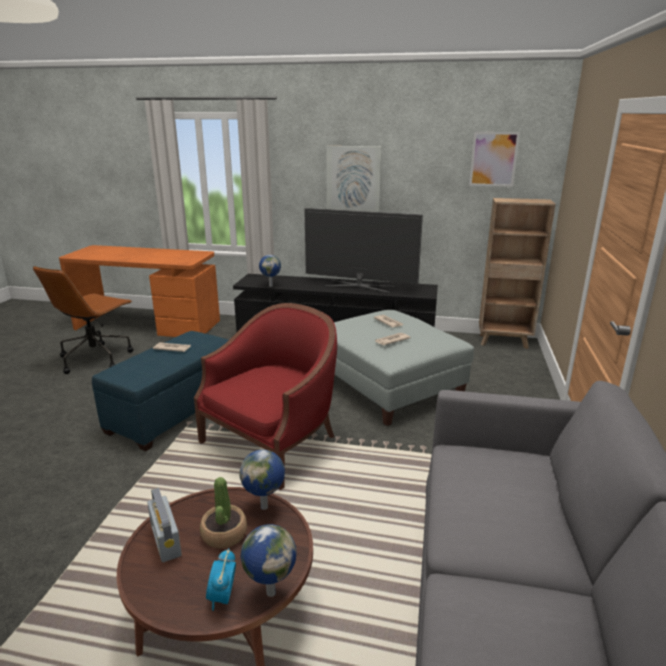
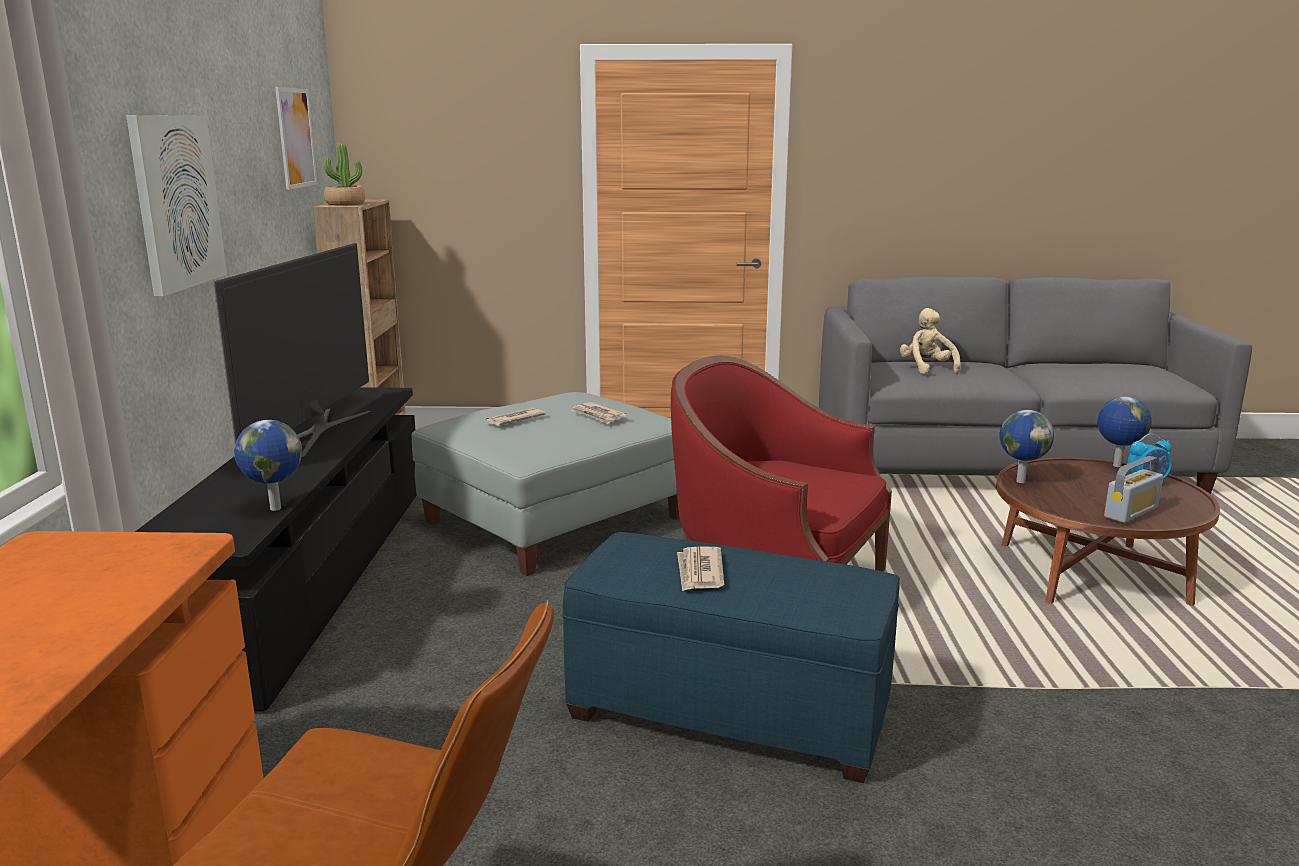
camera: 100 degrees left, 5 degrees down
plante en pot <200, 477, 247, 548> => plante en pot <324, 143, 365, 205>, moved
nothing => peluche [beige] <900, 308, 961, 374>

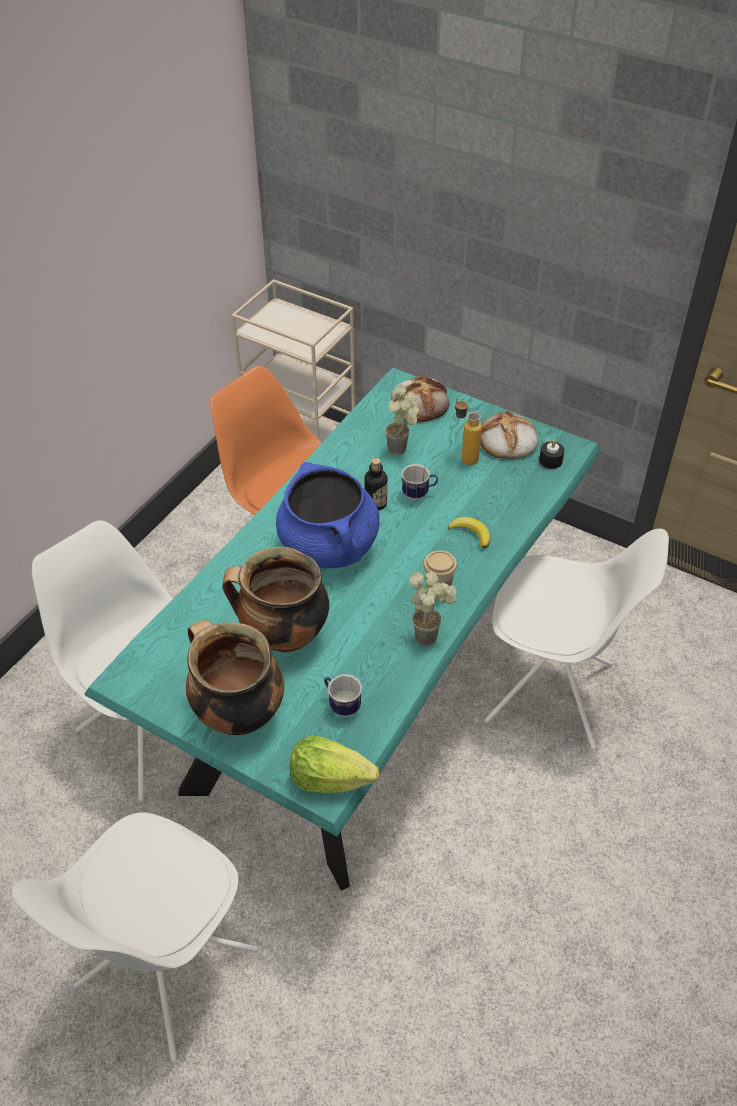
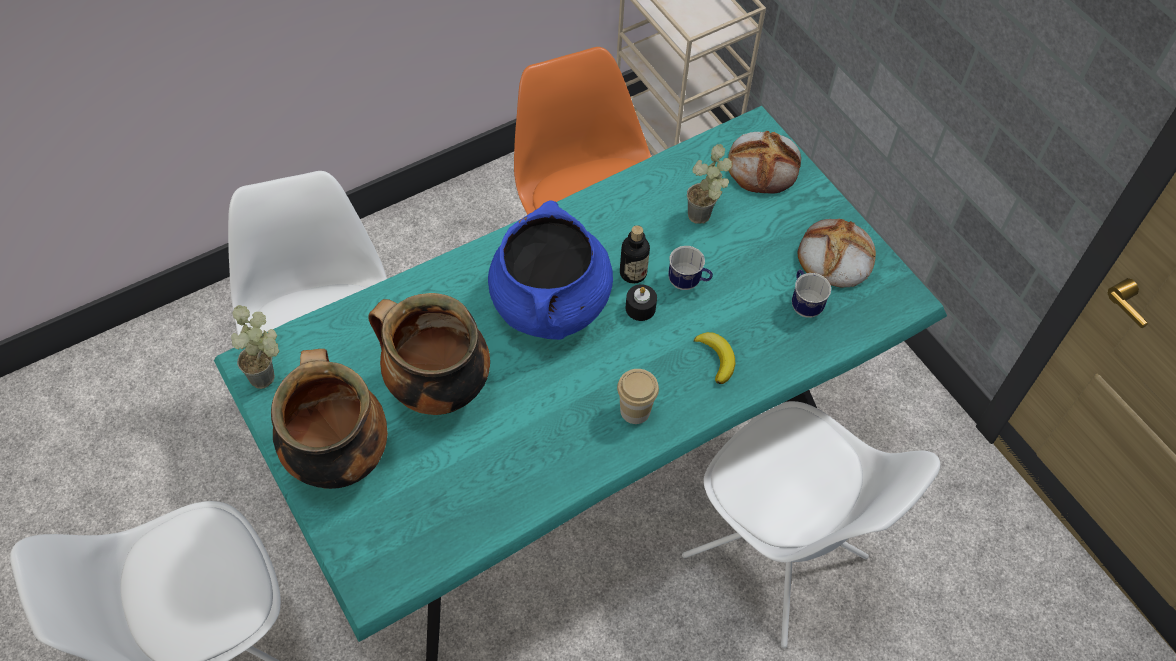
camera: 25 degrees right, 10 degrees up
plante en pot <409, 572, 457, 646> => plante en pot <231, 305, 279, 389>, moved
bougie [noir] <539, 440, 565, 469> => bougie [noir] <626, 284, 657, 321>, moved
mug <324, 674, 362, 717> => mug <792, 270, 831, 318>, moved
laitue <290, 735, 379, 793> => nothing
bouteille <455, 397, 482, 465> => nothing

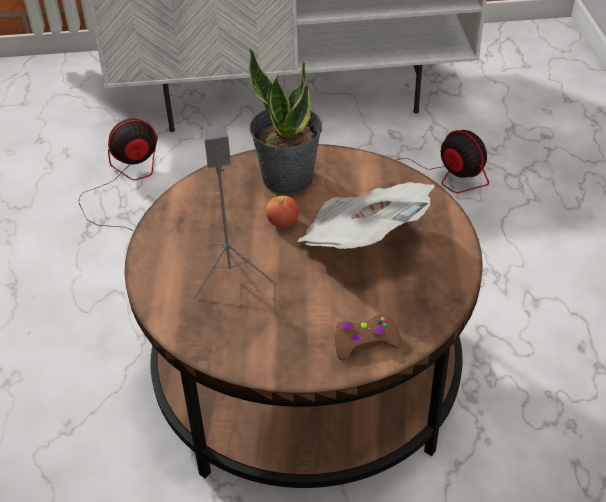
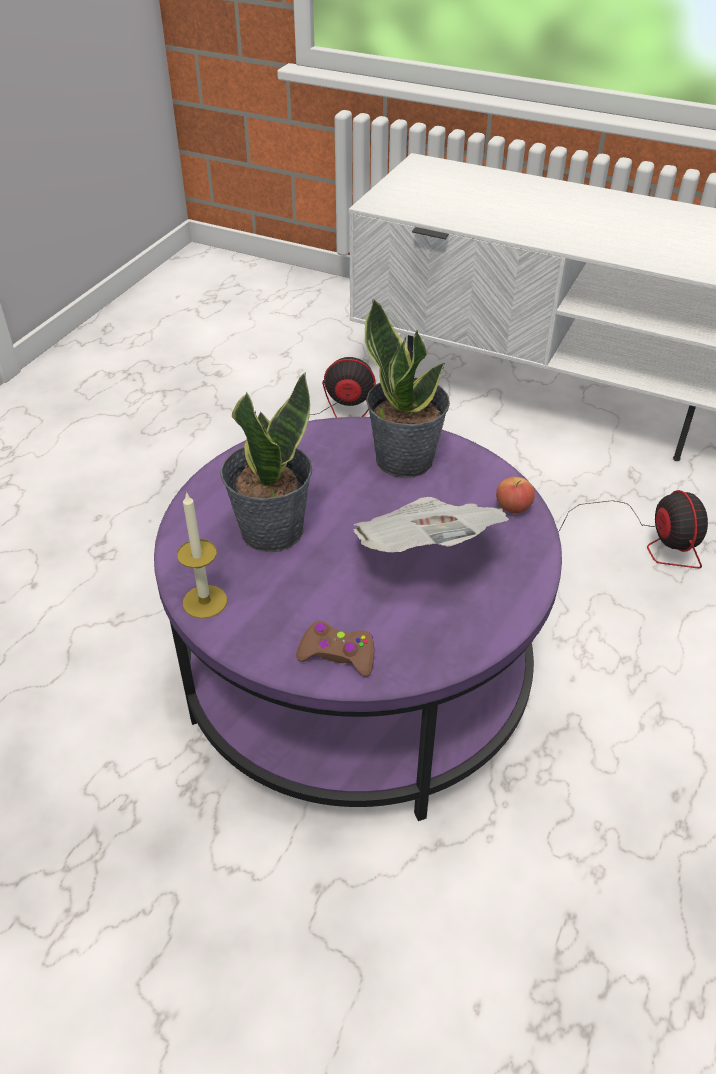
camera: 30 degrees right, 0 degrees up
table basse [marron] <125, 144, 483, 488> => table basse [violet] <154, 417, 562, 821>
nothing => bougie <177, 492, 227, 619>
enceinte [gris] <193, 125, 276, 300> => plante en pot <221, 372, 312, 552>
pomme <266, 196, 299, 228> => pomme <496, 477, 535, 513>, moved

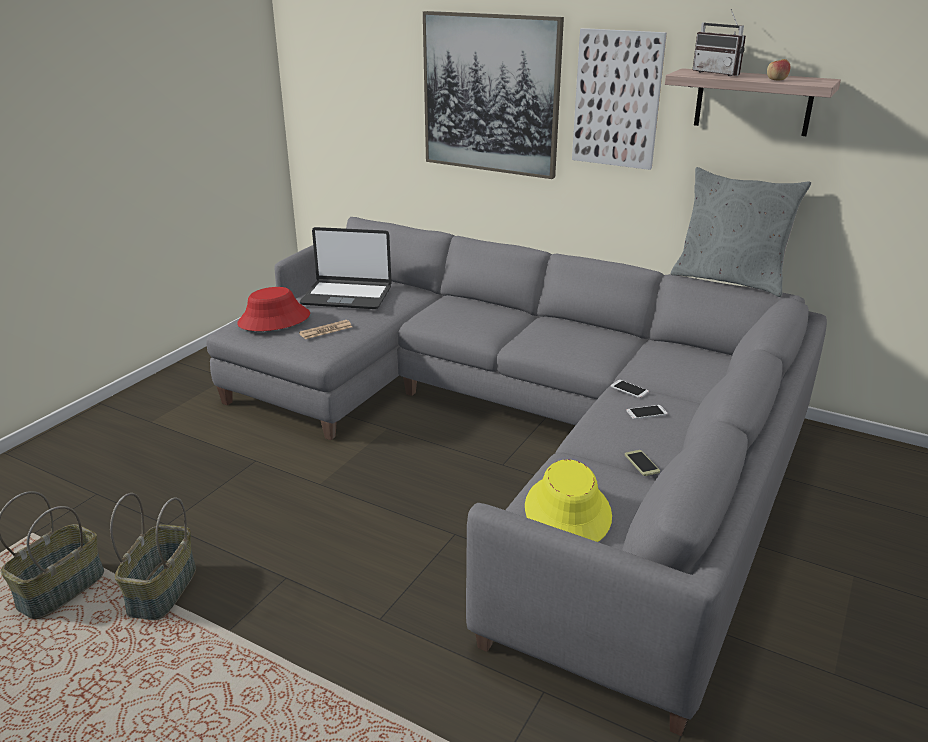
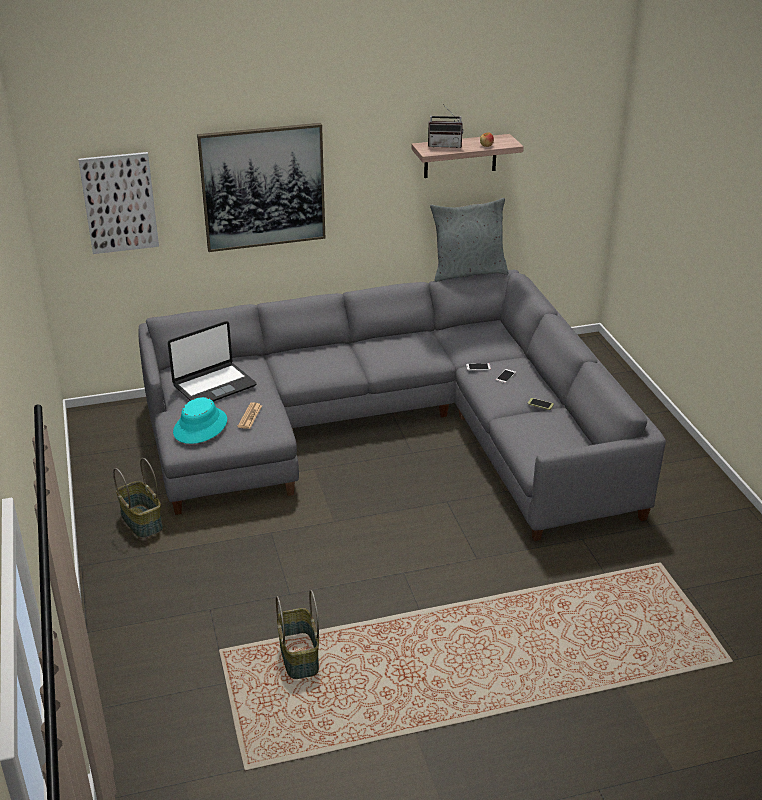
camera: 45 degrees left, 5 degrees up
tableau <572, 28, 667, 170> => tableau <78, 152, 159, 254>, moved
panier <110, 493, 196, 620> => panier <113, 458, 163, 538>, moved
chapeau [rouge] <237, 287, 310, 331> => chapeau [turquoise] <173, 397, 227, 444>
chapeau [jaune] <525, 459, 612, 542> => nothing

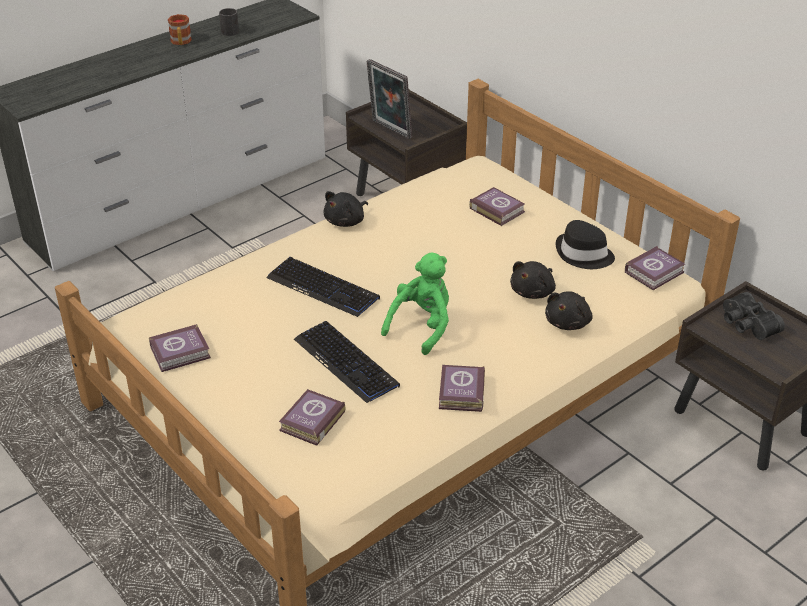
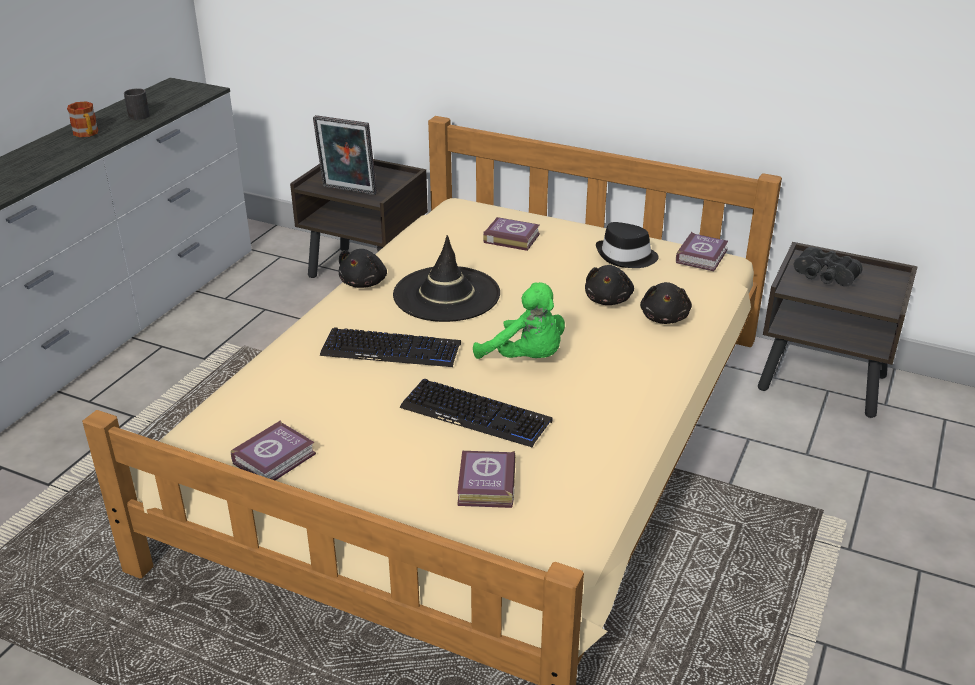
camera: 25 degrees left, 5 degrees down
nothing => chapeau [noir] <393, 235, 500, 322>
peluche [vert] <381, 253, 449, 355> => peluche [vert] <473, 282, 565, 359>, 120 degrees clockwise
livre <439, 365, 485, 412> => nothing

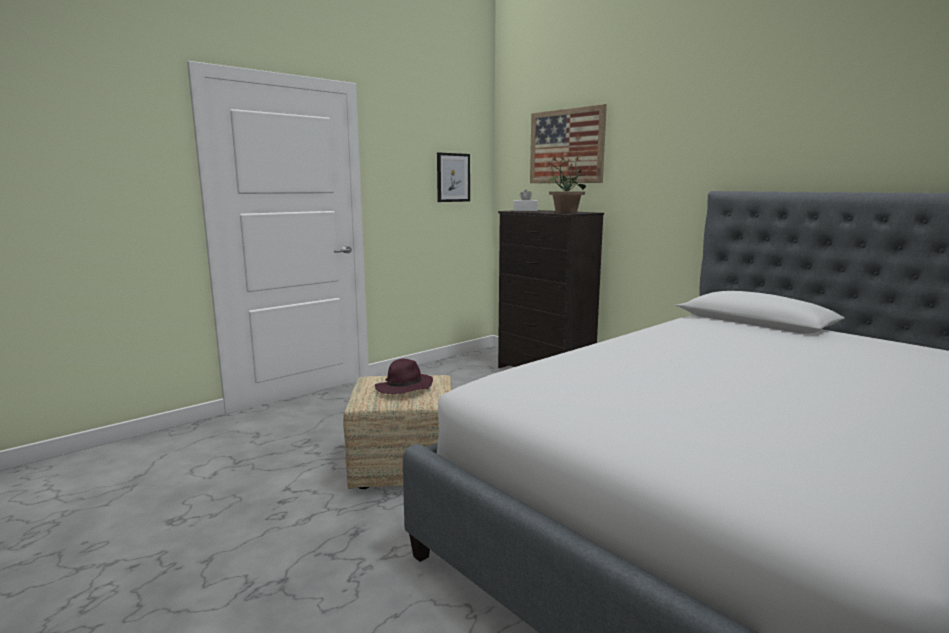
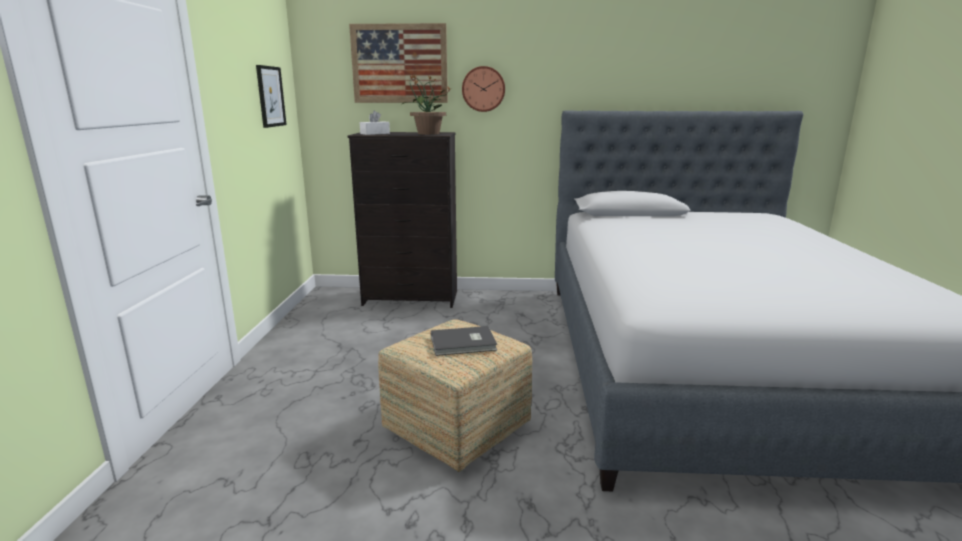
camera: 45 degrees left, 5 degrees up
chapeau [violet] <375, 359, 433, 394> => livre [gris] <431, 326, 497, 356>
nothing => horloge murale <462, 66, 505, 112>

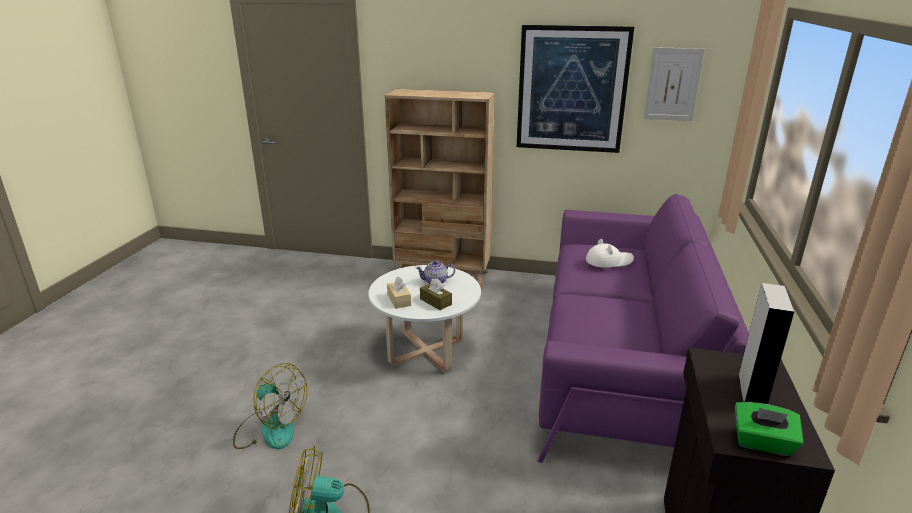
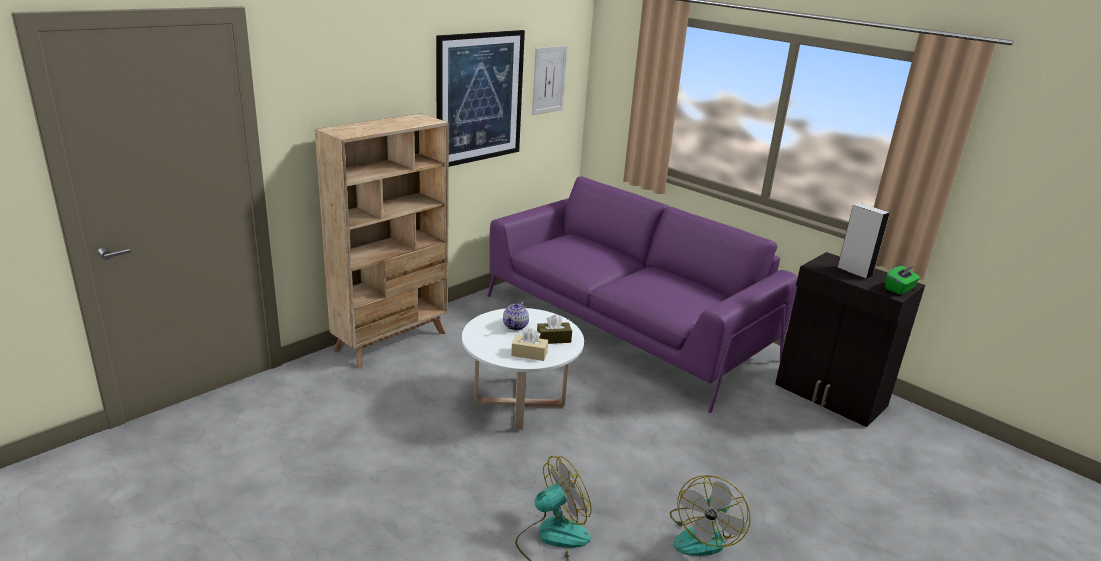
camera: 60 degrees left, 0 degrees up
chapeau [blanc] <586, 239, 634, 268> => nothing

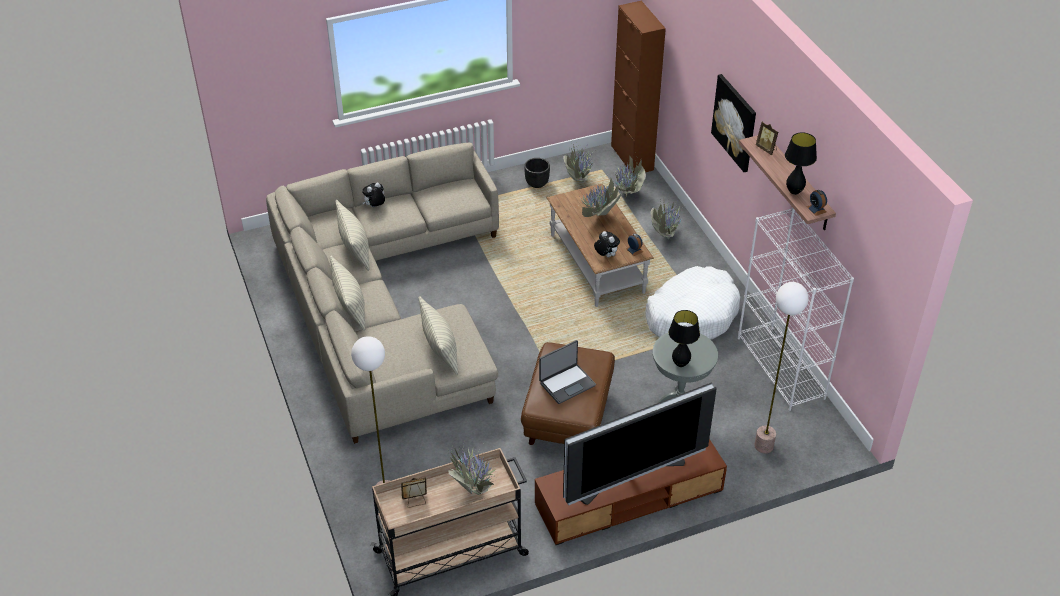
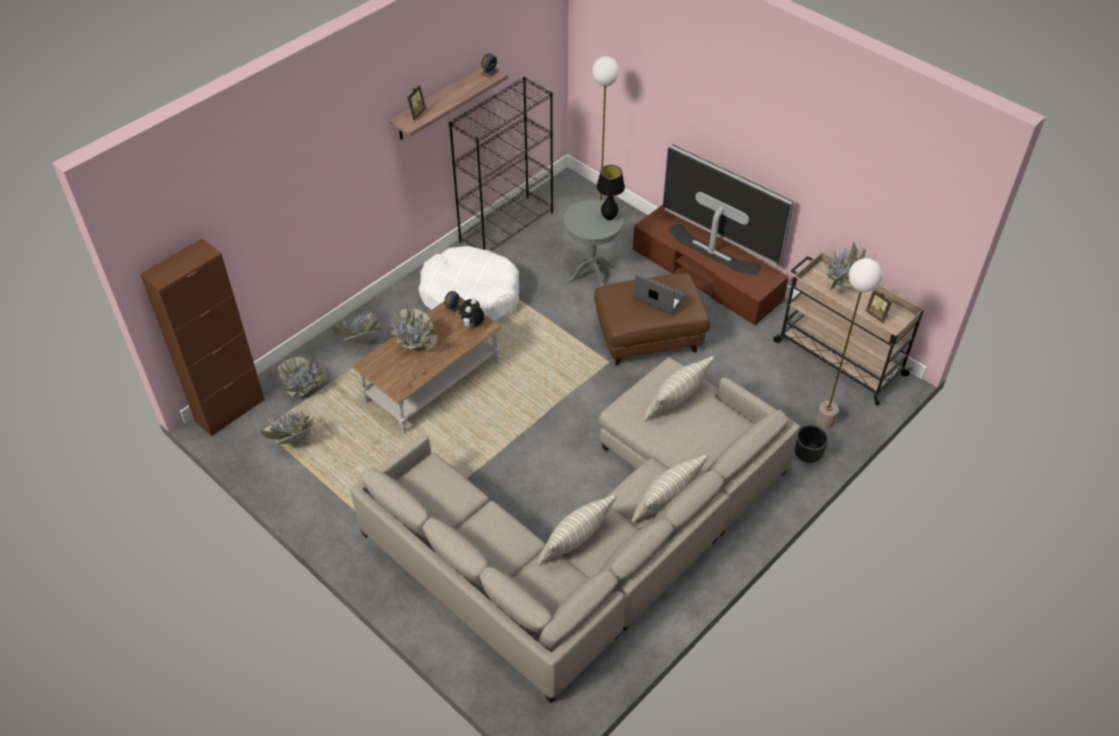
camera: 115 degrees left, 5 degrees up
bibliothèque [blanc] <738, 208, 854, 411> => bibliothèque [noir] <449, 77, 553, 251>
cache-pot [noir] <524, 158, 550, 188> => cache-pot [noir] <794, 425, 829, 463>, moved
peluche <362, 182, 385, 207> => nothing
tableau <711, 74, 756, 172> => nothing
lampe de table [noir] <785, 132, 817, 195> => nothing

